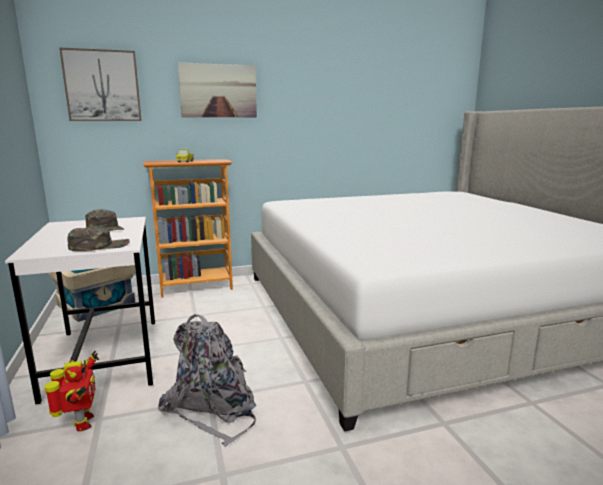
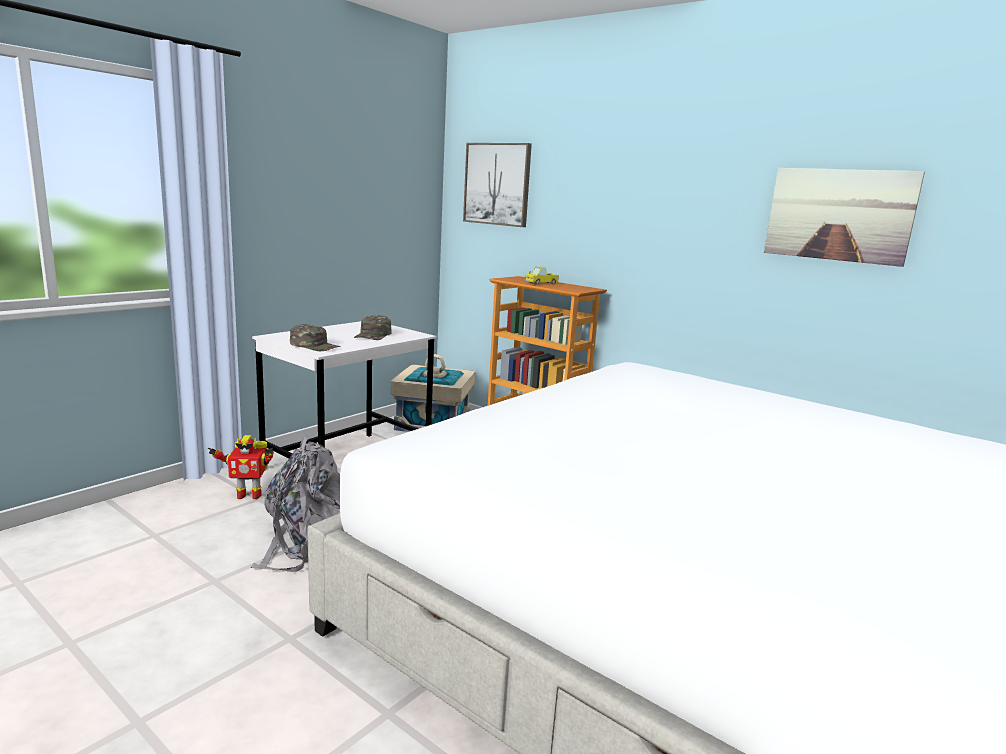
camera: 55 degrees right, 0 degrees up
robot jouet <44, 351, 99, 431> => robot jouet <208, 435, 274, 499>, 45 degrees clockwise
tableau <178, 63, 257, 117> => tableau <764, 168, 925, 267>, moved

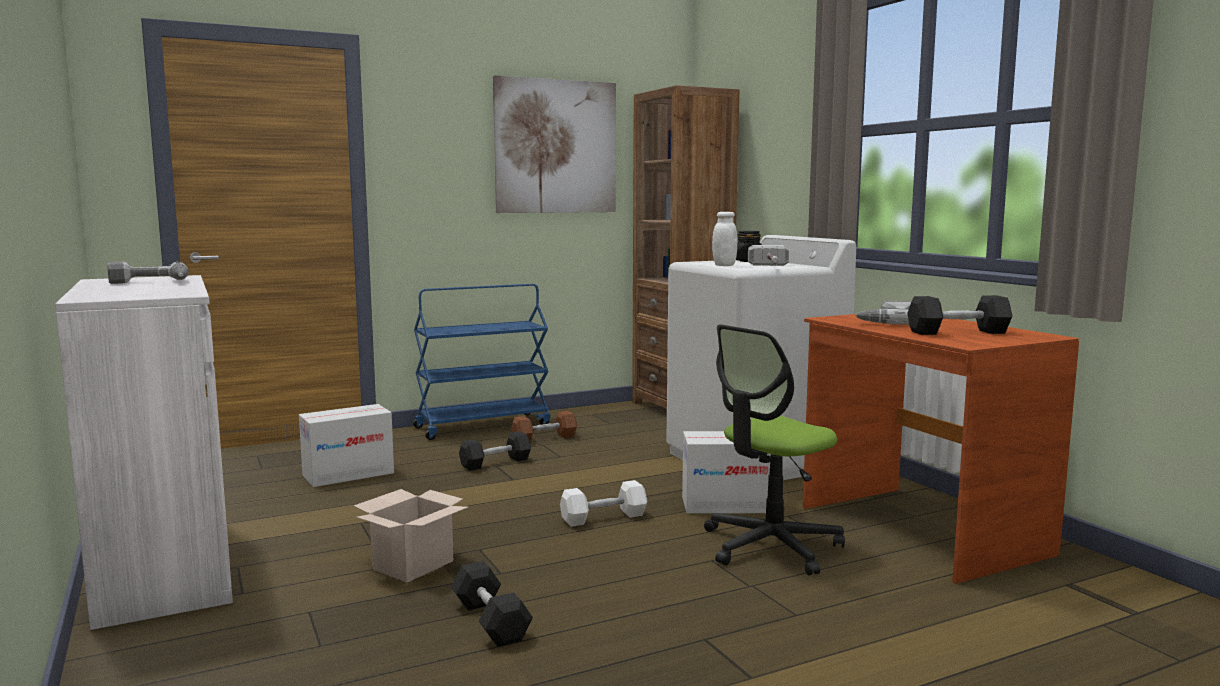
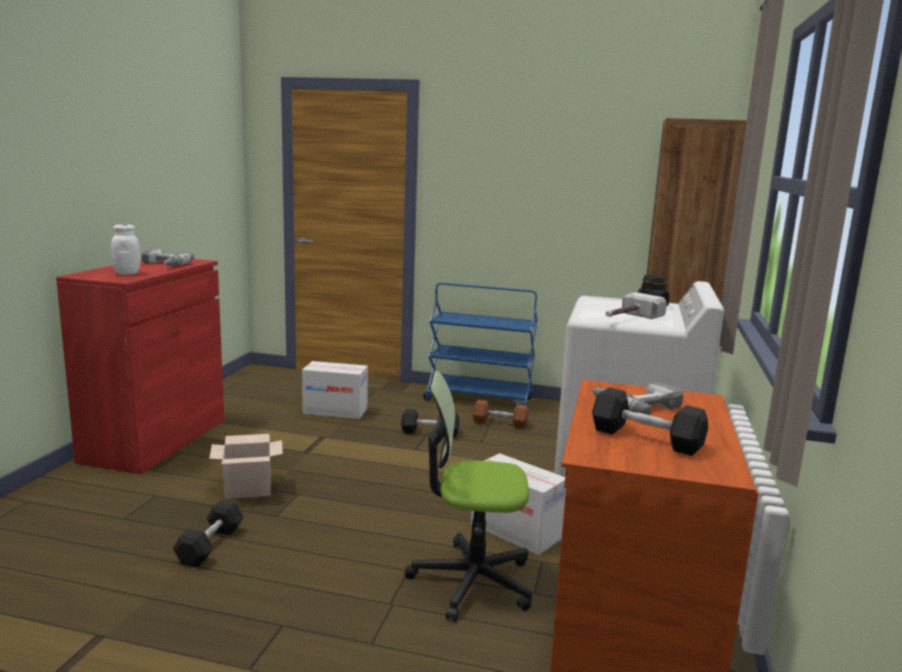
camera: 40 degrees right, 5 degrees up
meuble de rangement [blanc] <55, 275, 233, 630> => meuble de rangement [rouge] <56, 259, 224, 474>
bocal [blanc] <712, 212, 737, 266> => bocal [blanc] <111, 225, 141, 275>, moved
tableau <493, 75, 616, 213> => nothing
haltère [blanc] <560, 480, 647, 527> => nothing

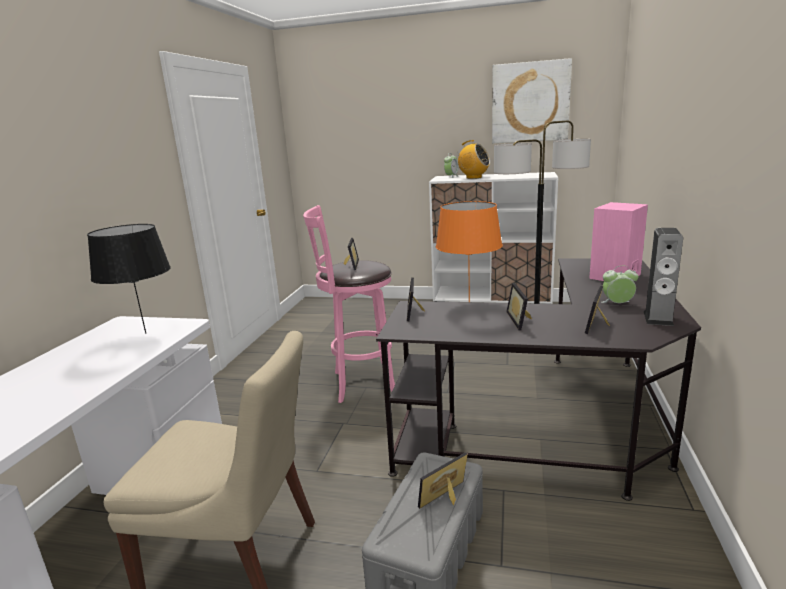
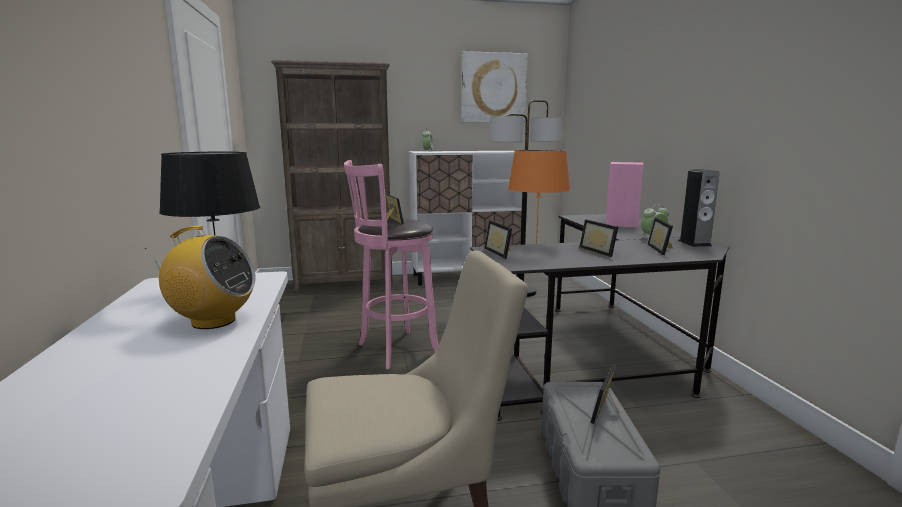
camera: 25 degrees left, 5 degrees down
radio <456, 140, 490, 179> => radio <145, 226, 256, 329>, moved
nothing => bibliothèque [marron] <271, 60, 393, 292>

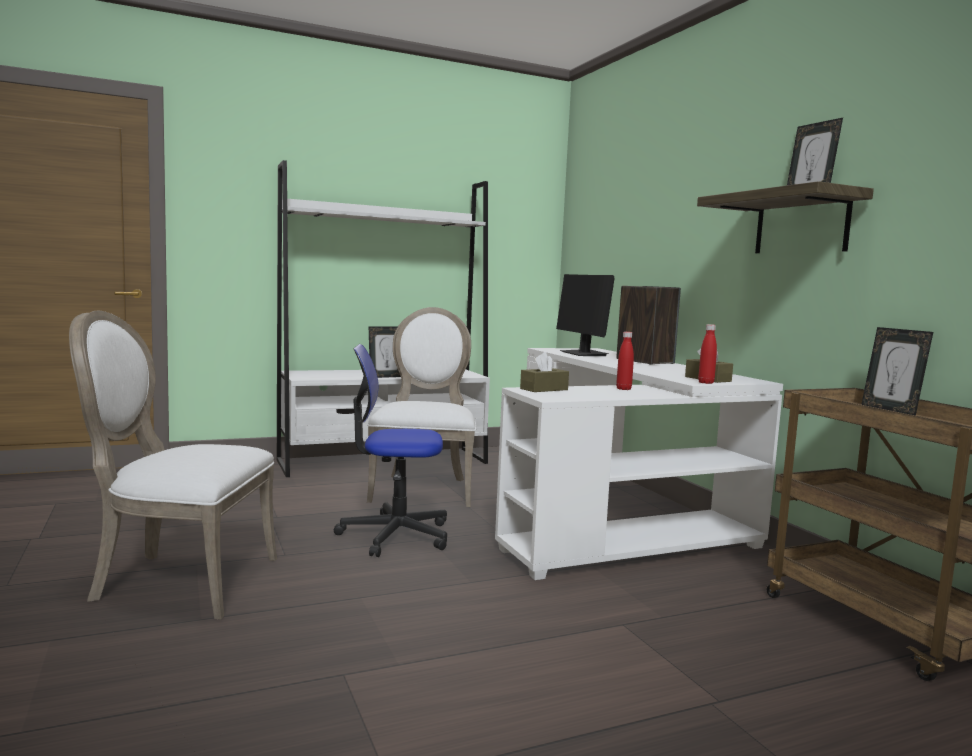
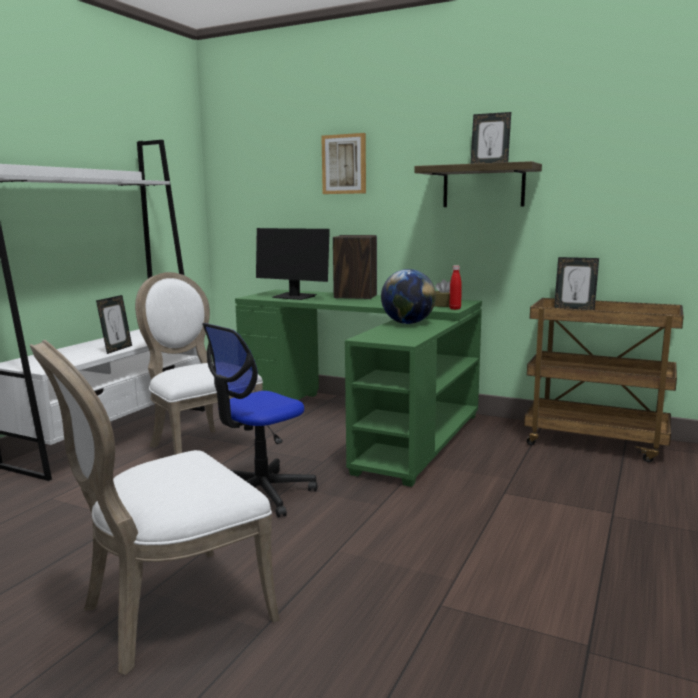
camera: 40 degrees left, 5 degrees up
bureau [blanc] <495, 348, 783, 580> => bureau [vert] <235, 289, 482, 487>
nothing => tableau <321, 133, 366, 194>
bouteille [rouge] <616, 332, 634, 390> => globe <381, 269, 436, 324>
boîte à mouchoirs [marron] <520, 352, 569, 392> => nothing

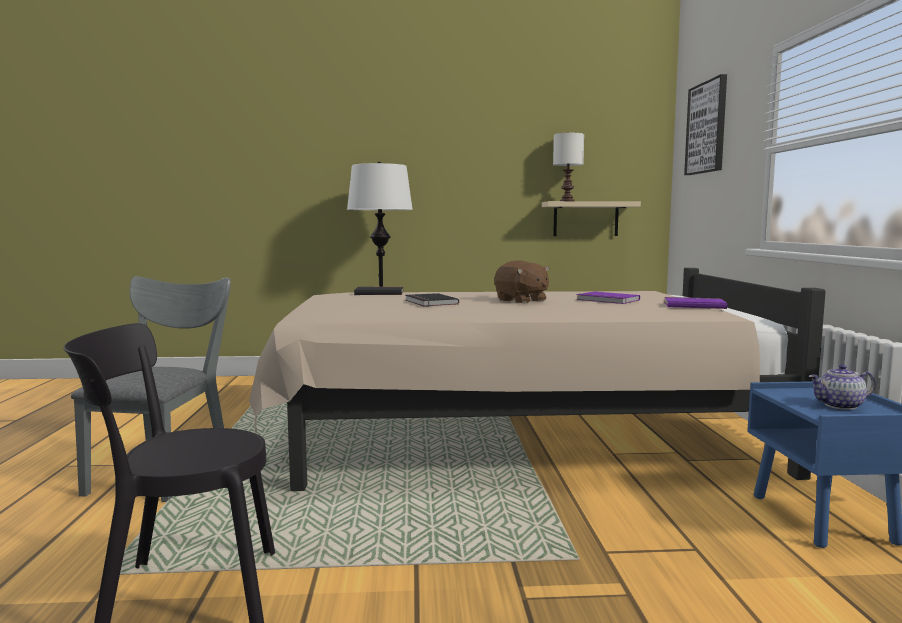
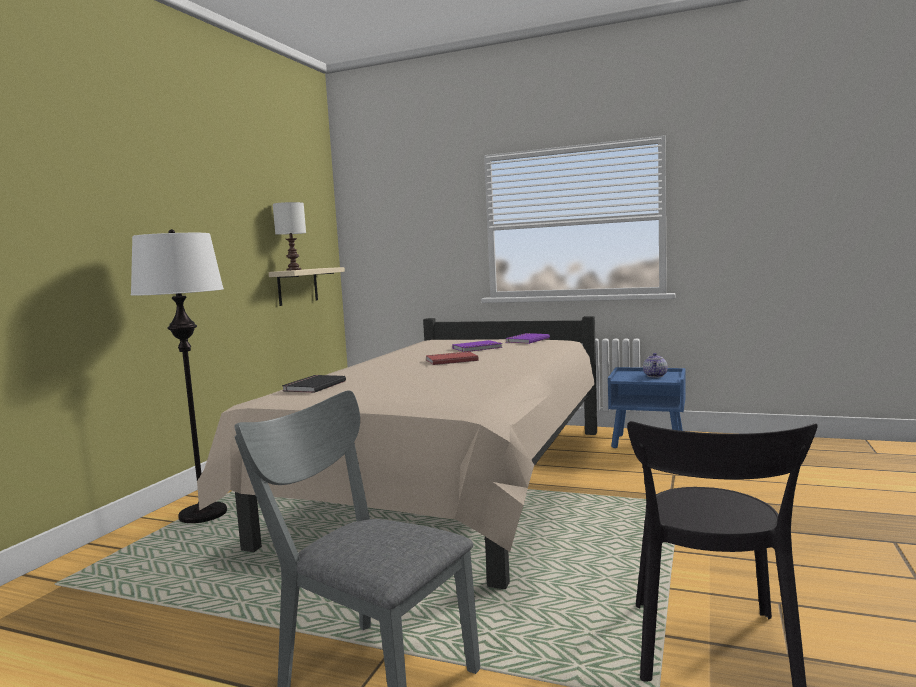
camera: 65 degrees left, 0 degrees up
peluche [marron] <494, 260, 550, 304> => livre [rouge] <426, 352, 479, 365>
livre [noir] <405, 293, 459, 307> => nothing
tableau <684, 74, 727, 175> => nothing

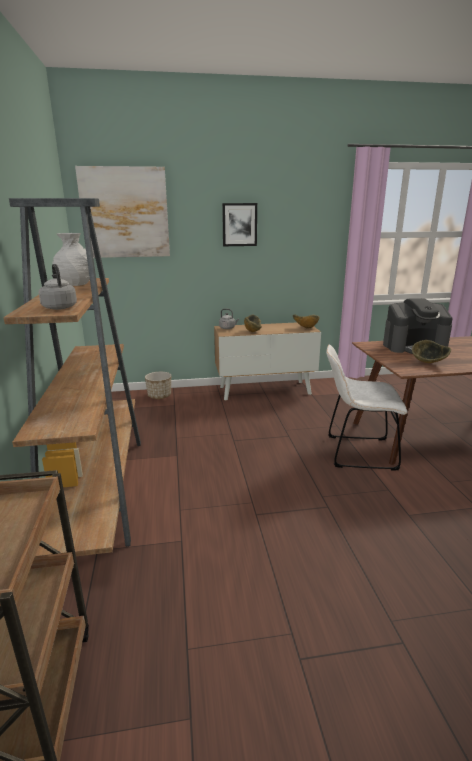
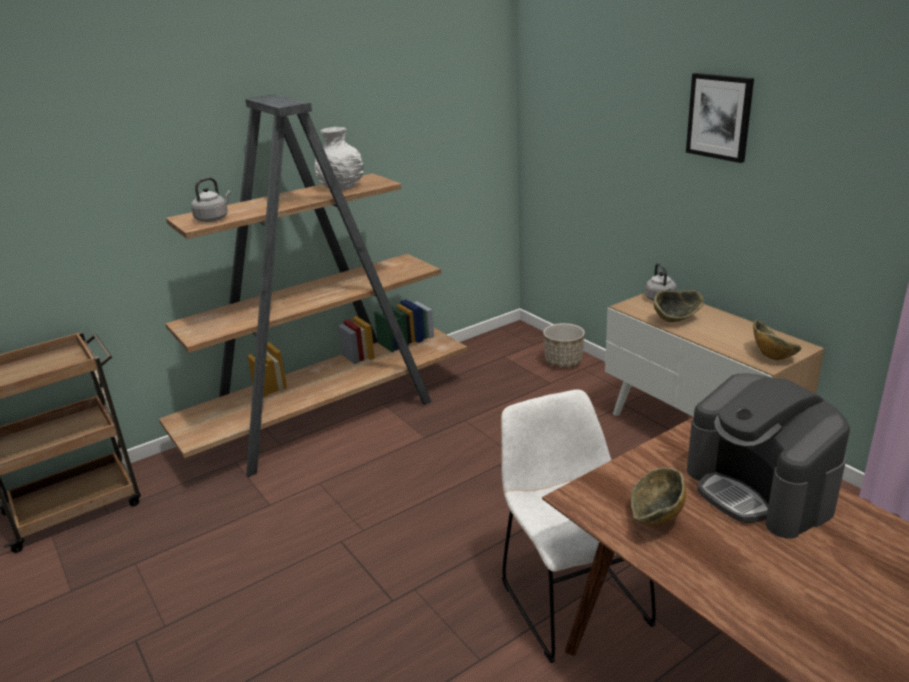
camera: 65 degrees right, 5 degrees up
tableau <75, 166, 170, 258> => nothing

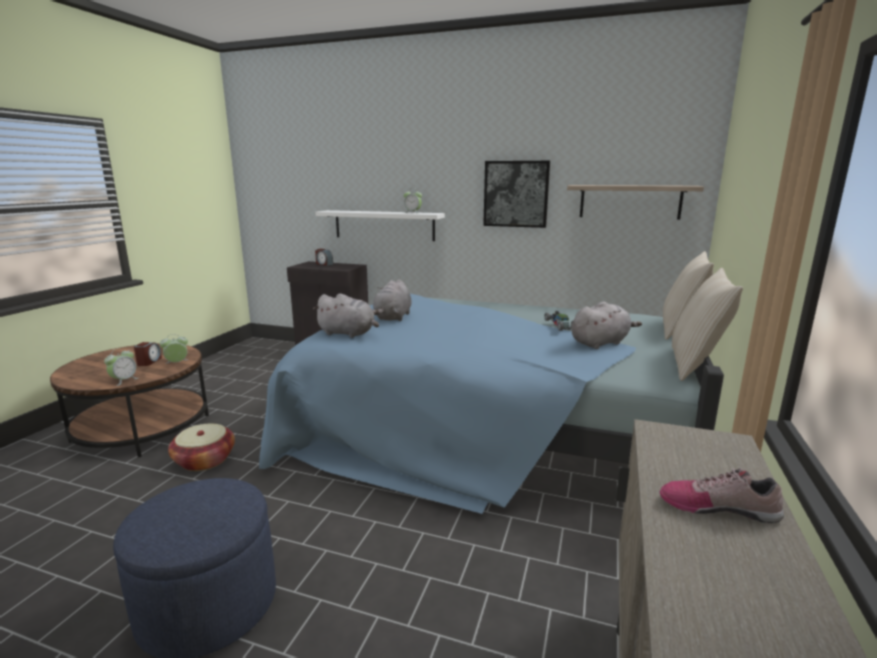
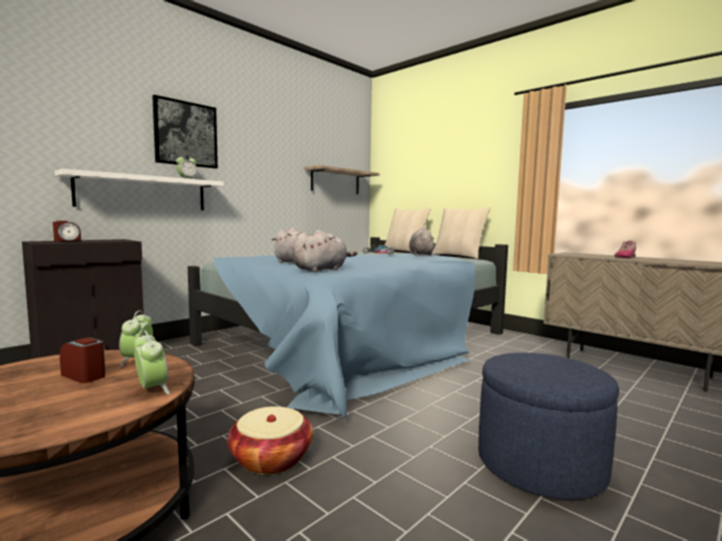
camera: 65 degrees left, 10 degrees down
tableau <483, 161, 550, 228> => tableau <152, 95, 218, 169>, moved

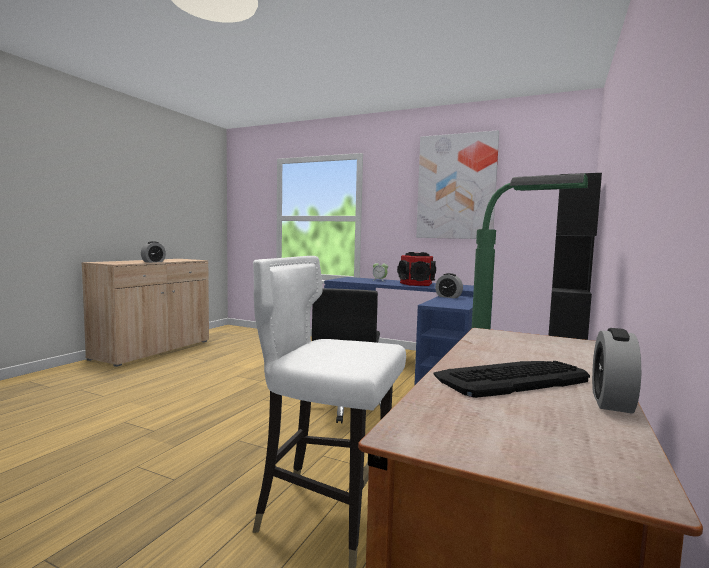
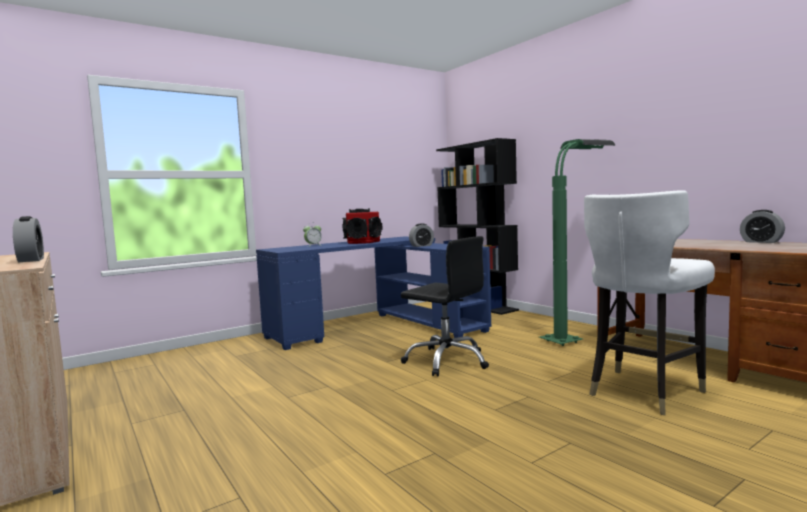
camera: 60 degrees left, 0 degrees up
tableau <416, 130, 499, 239> => nothing
clavier <433, 361, 590, 398> => nothing

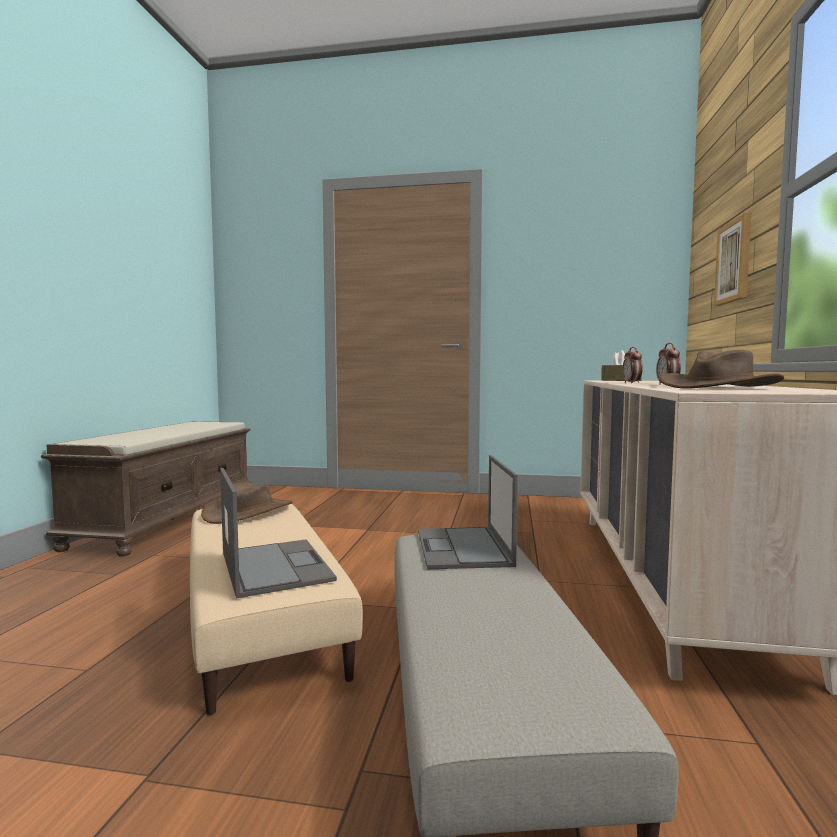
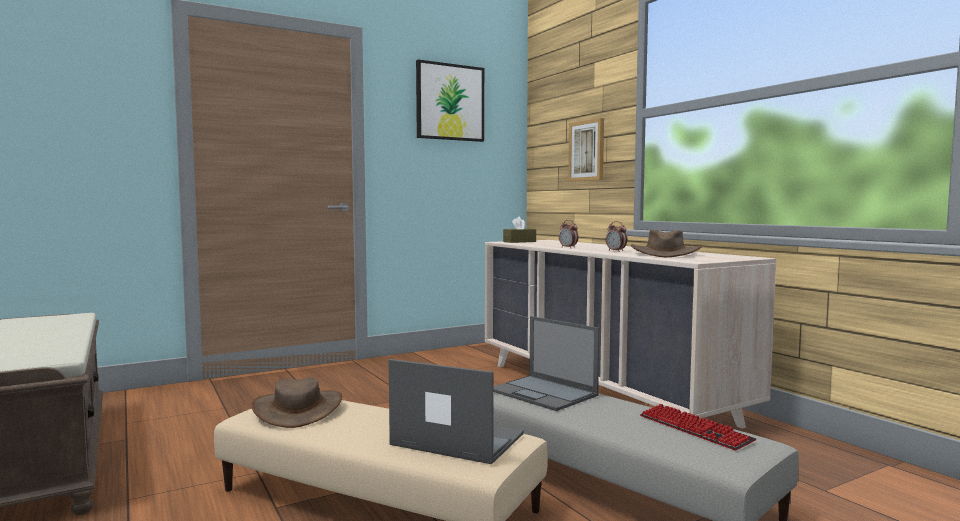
camera: 40 degrees left, 0 degrees up
nothing => tableau <416, 59, 484, 142>
nothing => clavier <640, 404, 756, 450>

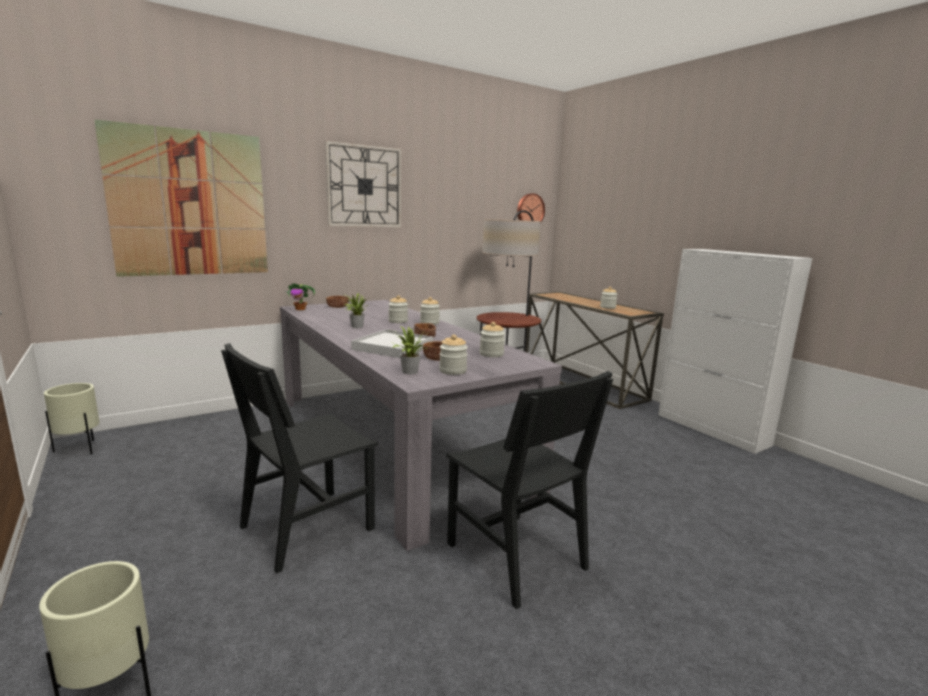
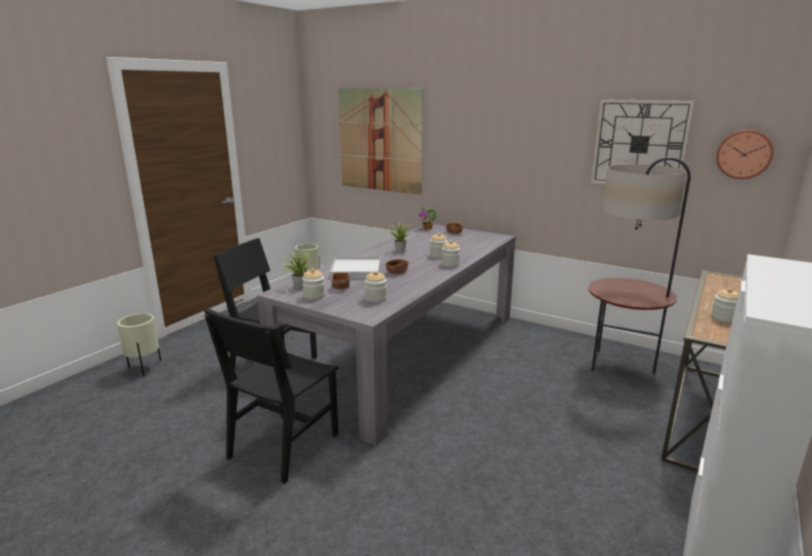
camera: 65 degrees right, 5 degrees up
horloge murale <325, 141, 401, 227> => horloge murale <591, 99, 695, 184>, moved

